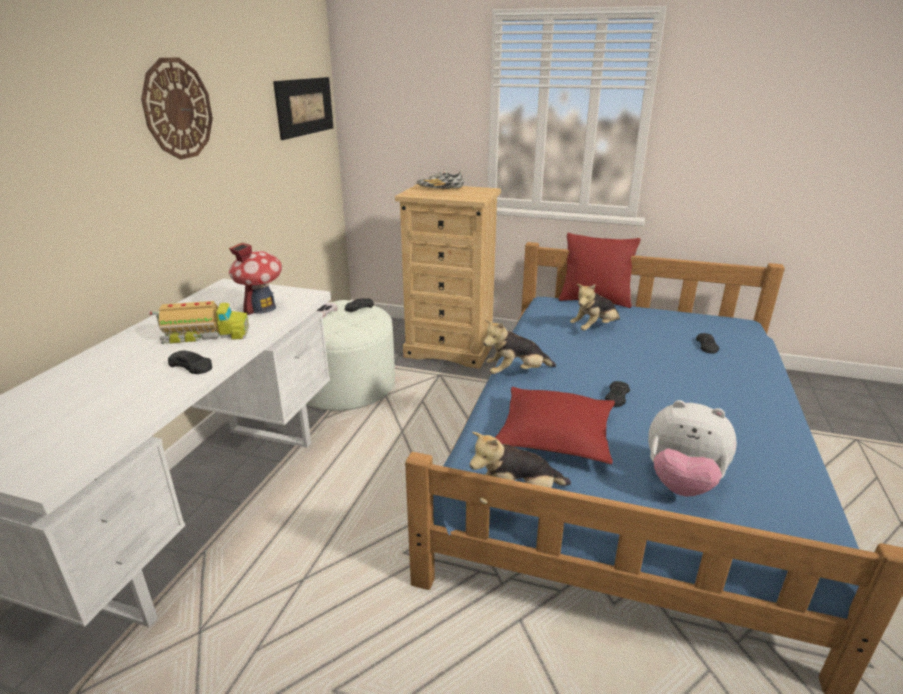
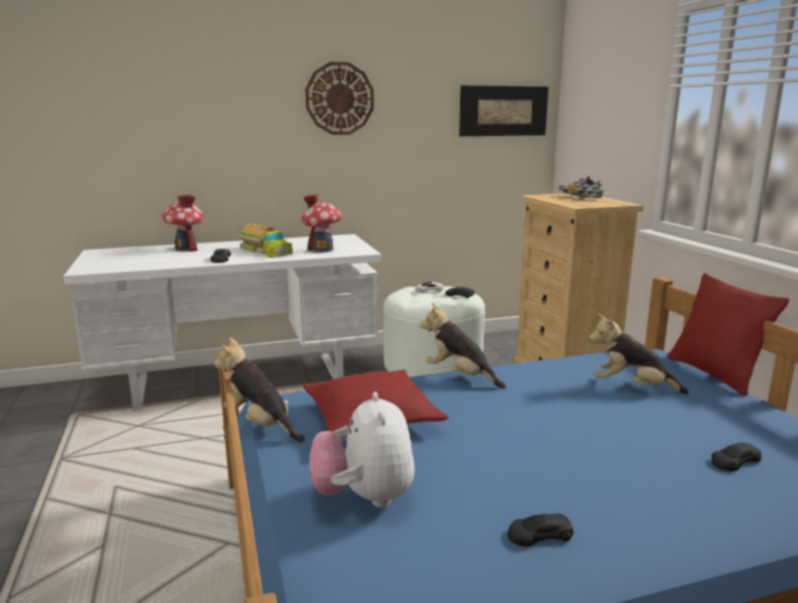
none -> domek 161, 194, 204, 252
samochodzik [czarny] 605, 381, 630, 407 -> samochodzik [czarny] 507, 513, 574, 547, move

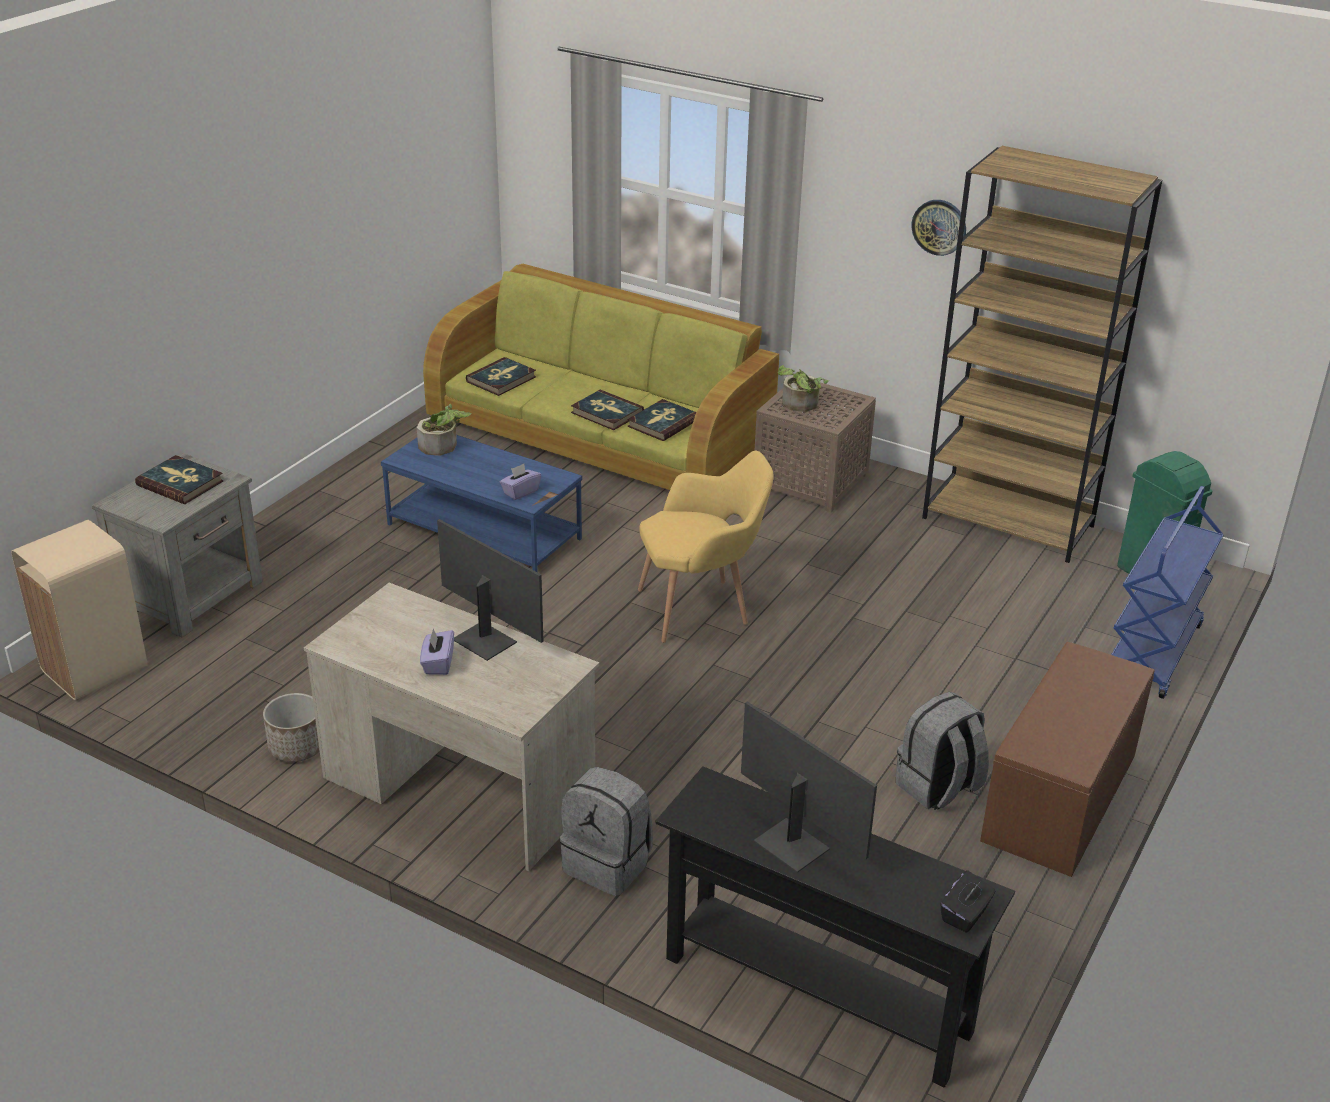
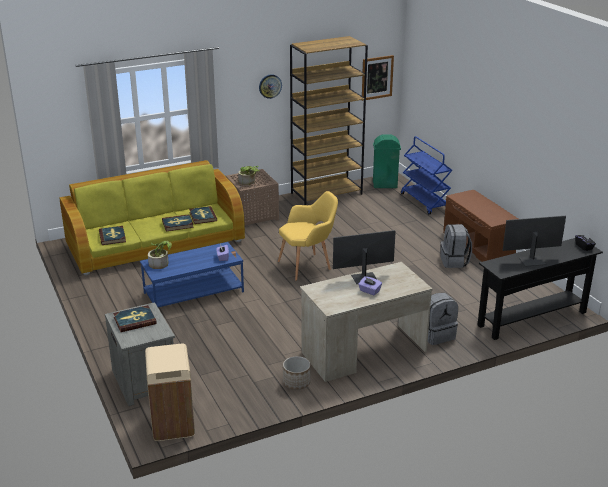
fotel [żółty] 638, 451, 774, 643 -> fotel [żółty] 278, 191, 338, 281, 45 degrees clockwise
none -> obraz 362, 55, 394, 101

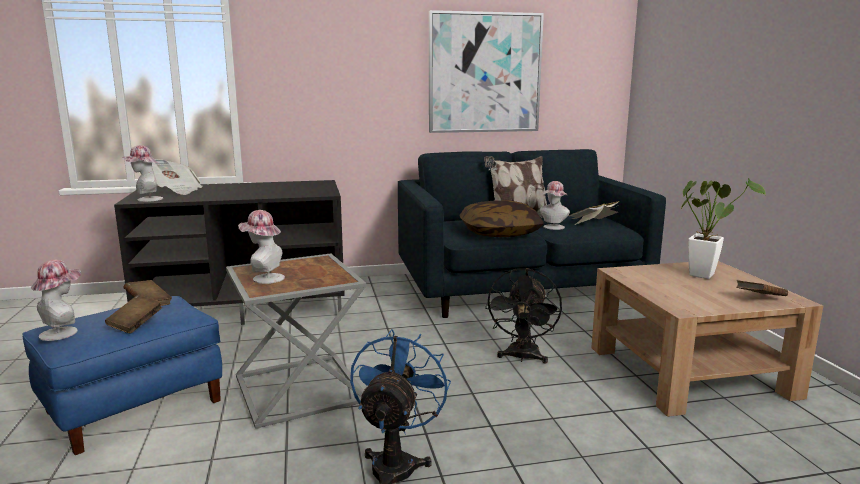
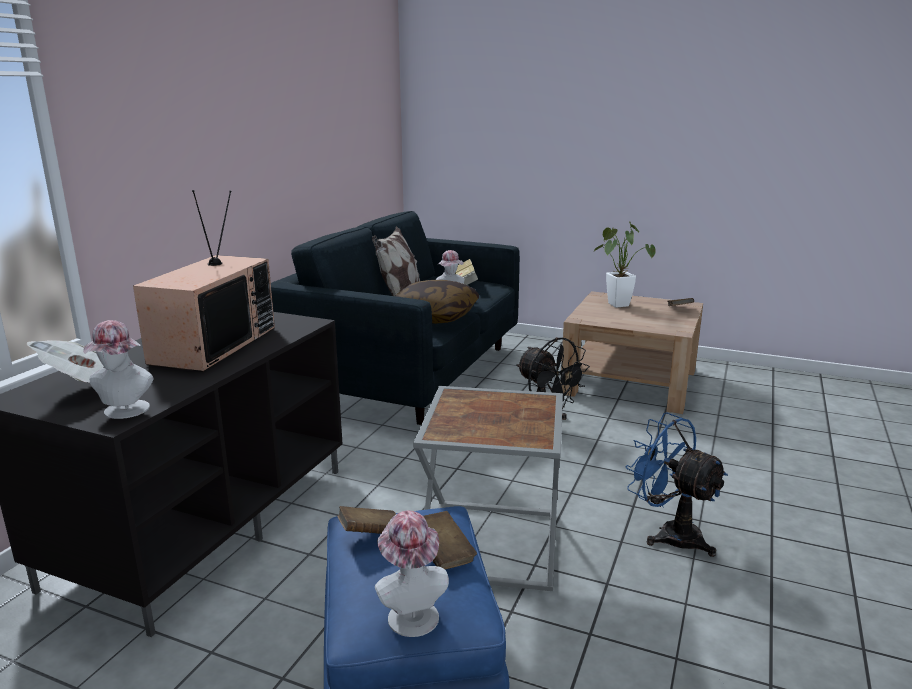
none -> telewizor 133, 190, 275, 372
kapelusz 238, 210, 285, 284 -> none
obraz 429, 10, 544, 133 -> none

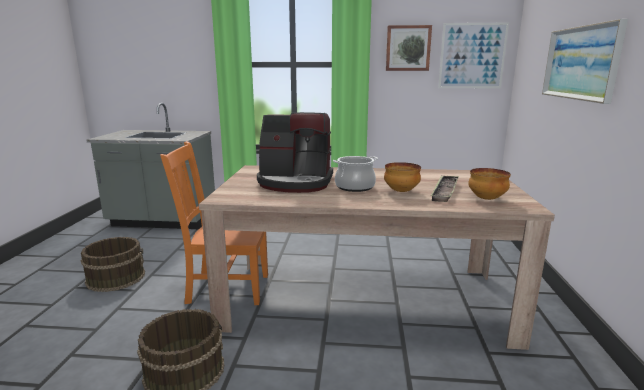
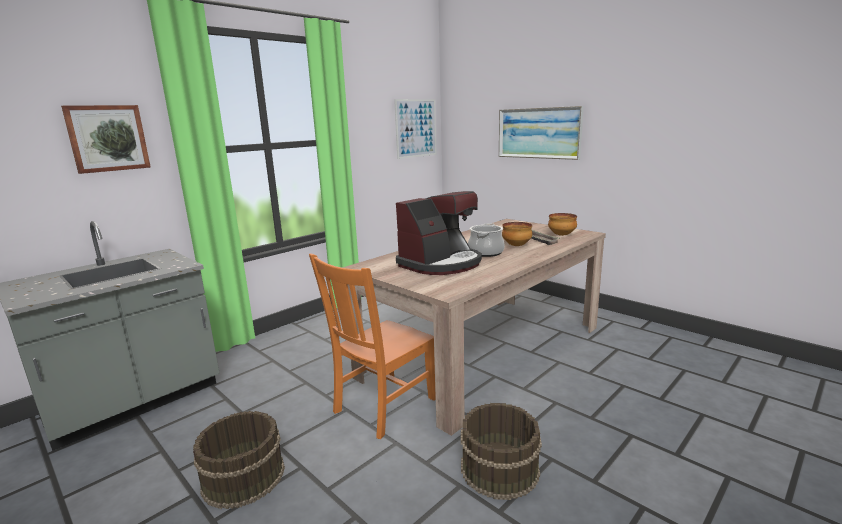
obraz 386, 25, 432, 71 -> obraz 61, 105, 151, 174, move

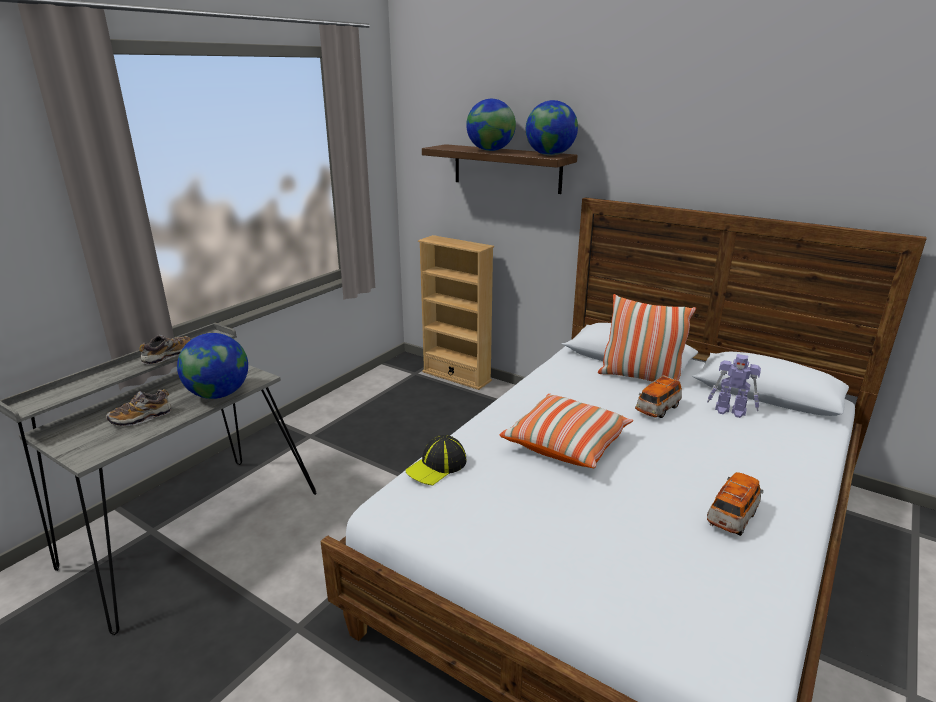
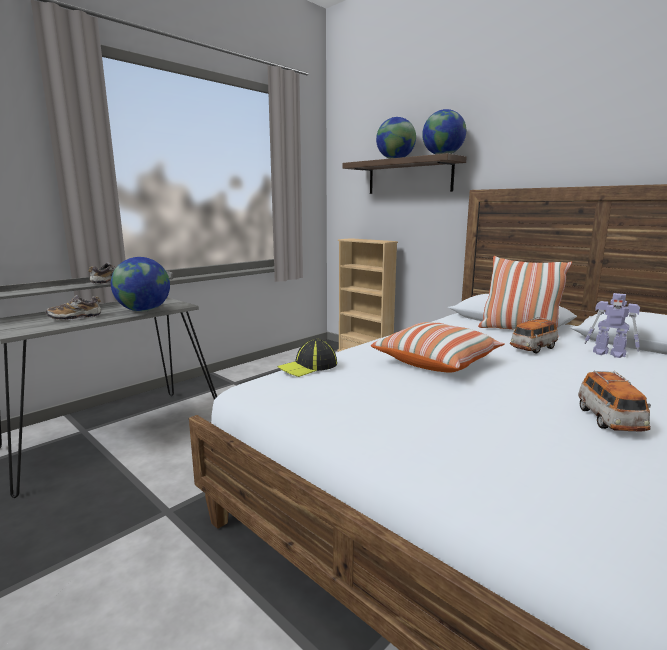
samochodzik 707, 472, 763, 536 -> samochodzik 578, 370, 651, 431, 135 degrees clockwise

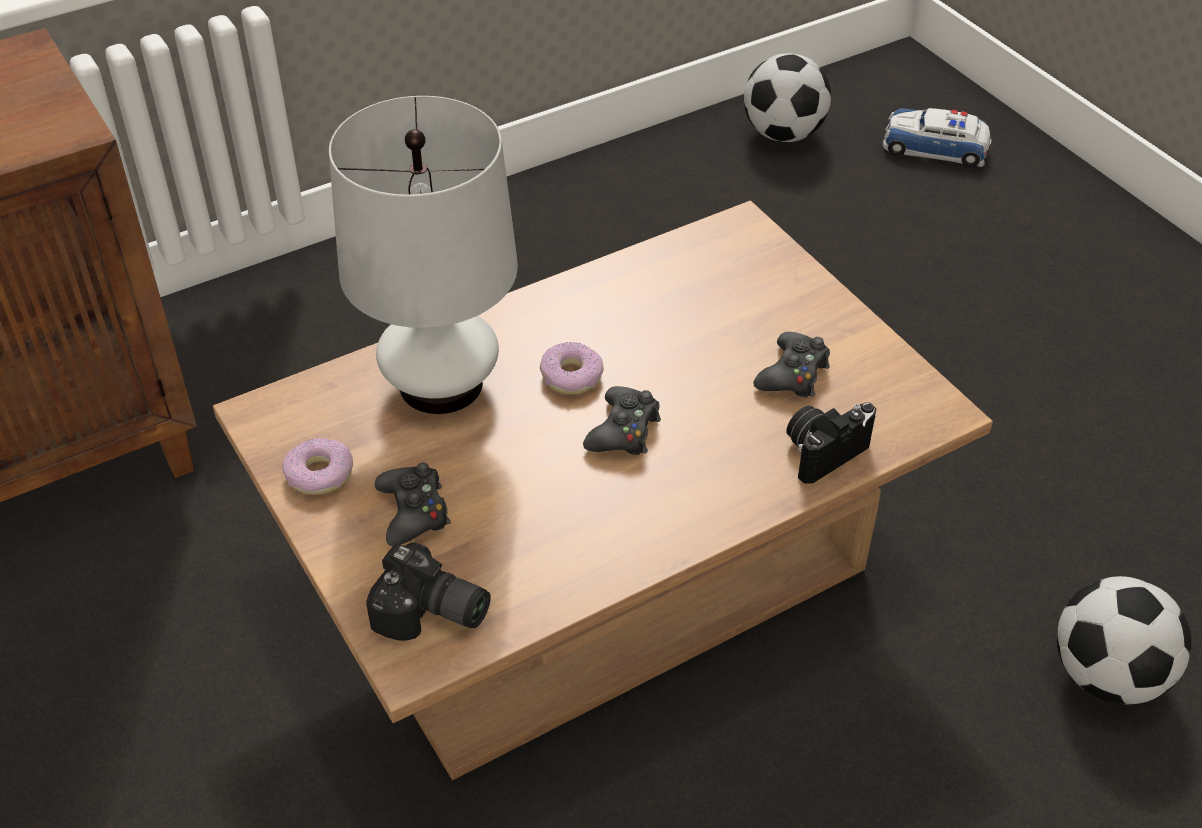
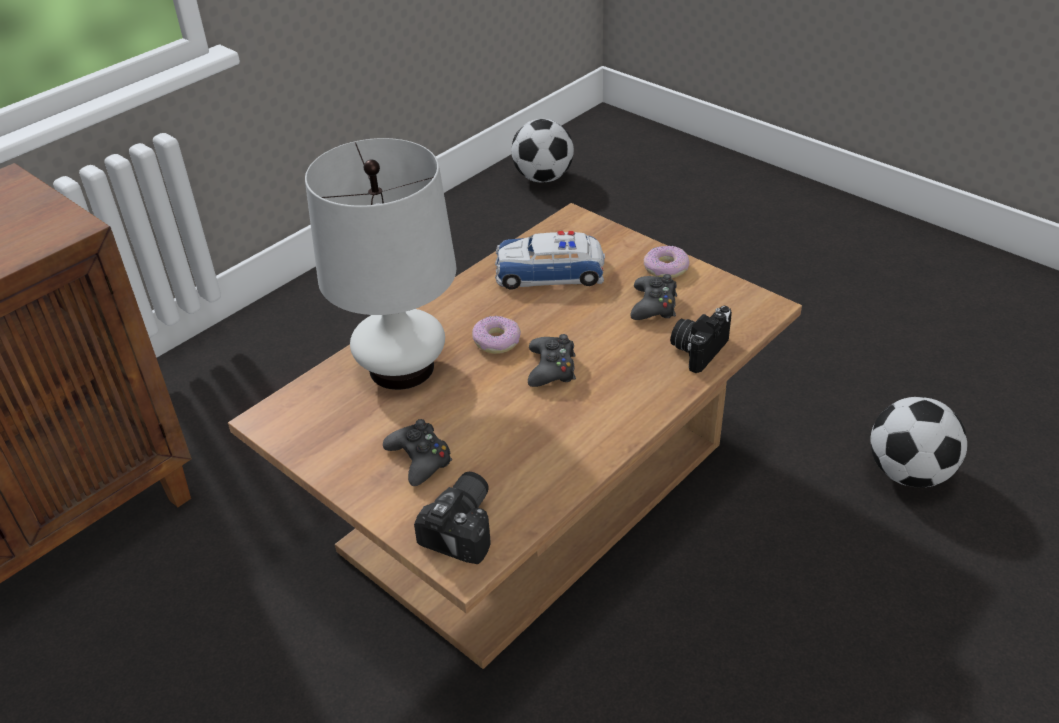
aparat fotograficzny 366, 542, 491, 641 -> aparat fotograficzny 414, 472, 491, 564, 75 degrees counterclockwise
samochodzik 883, 108, 992, 167 -> samochodzik 495, 231, 605, 290, move
donut 282, 438, 353, 495 -> donut 644, 246, 689, 278, move

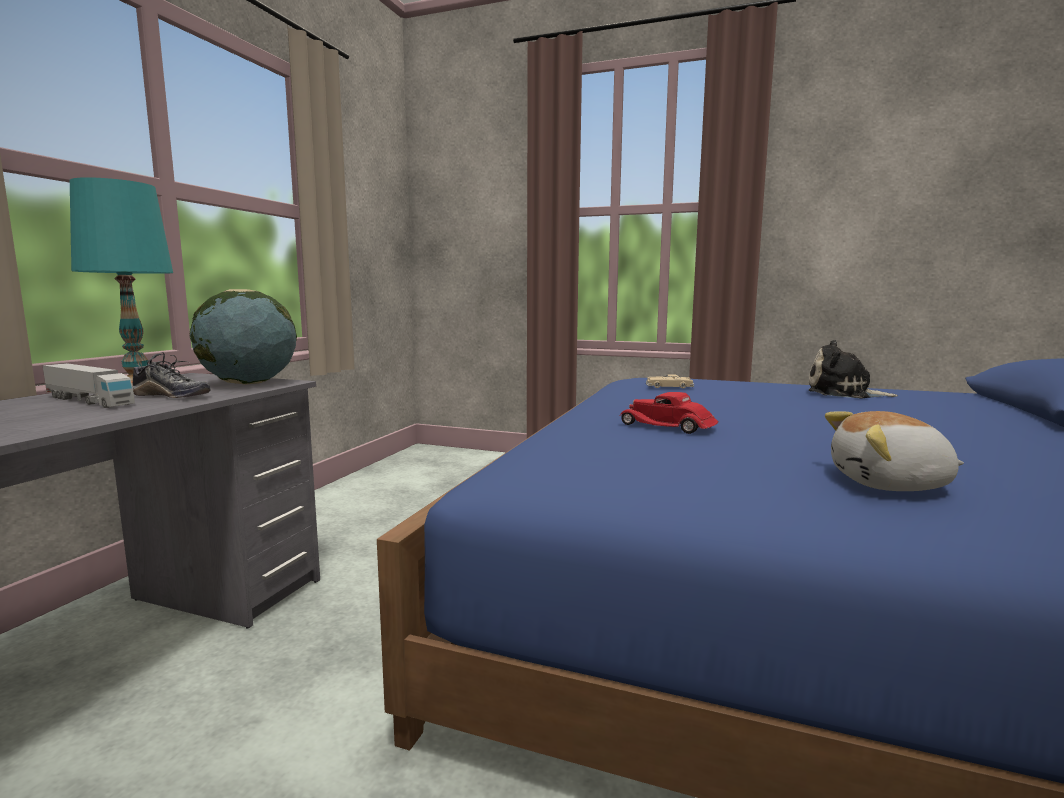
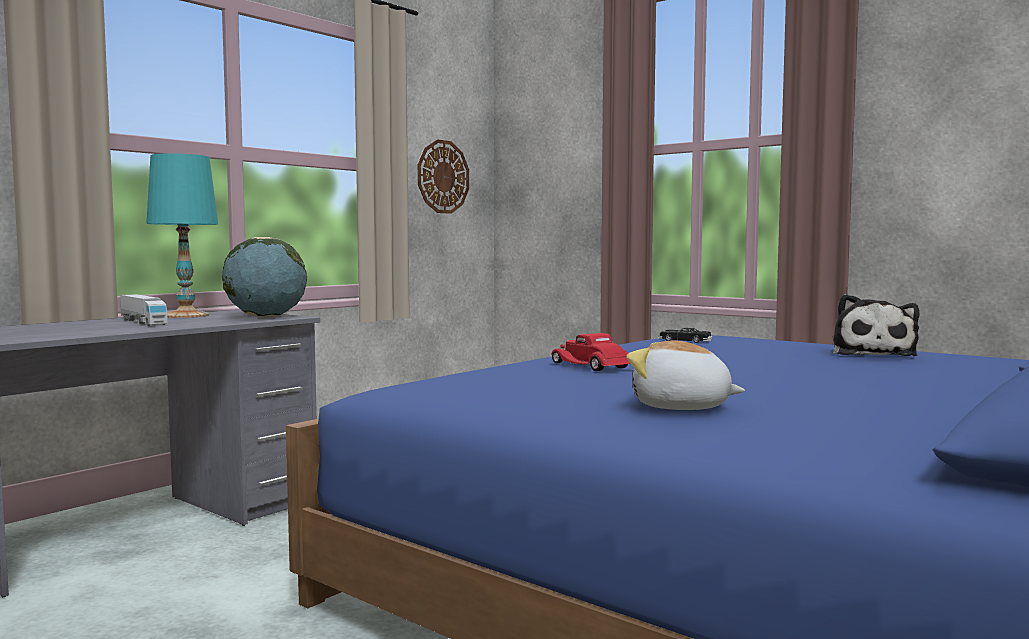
none -> zegar ścienny 418, 139, 469, 214
samochodzik [beżowy] 646, 374, 694, 388 -> samochodzik [czarny] 658, 328, 712, 343
pluszak 809, 340, 898, 398 -> pluszak 833, 294, 919, 356, 120 degrees counterclockwise
but 132, 352, 210, 398 -> none

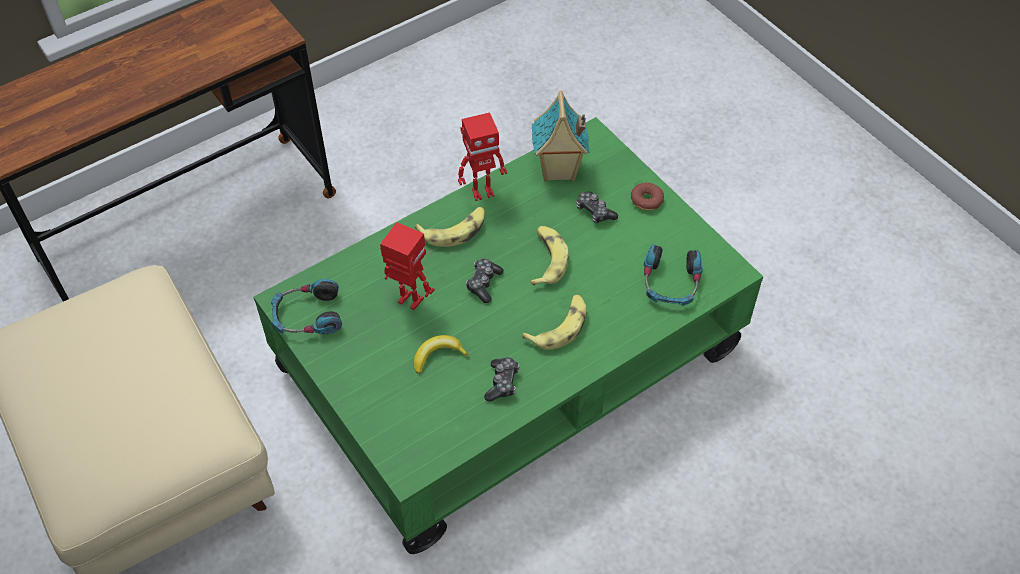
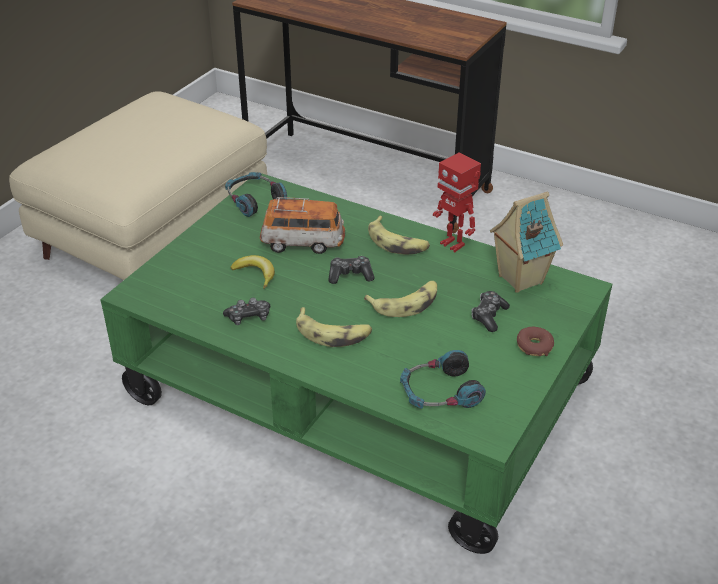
robot zabawkowy 380, 222, 434, 310 -> samochodzik 260, 197, 345, 254

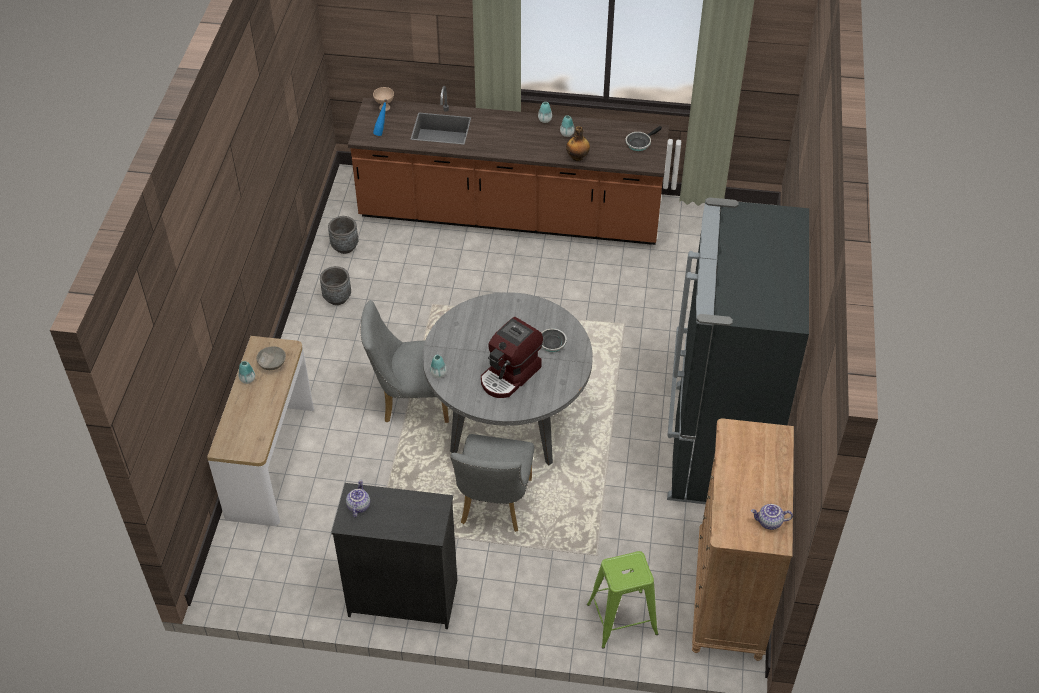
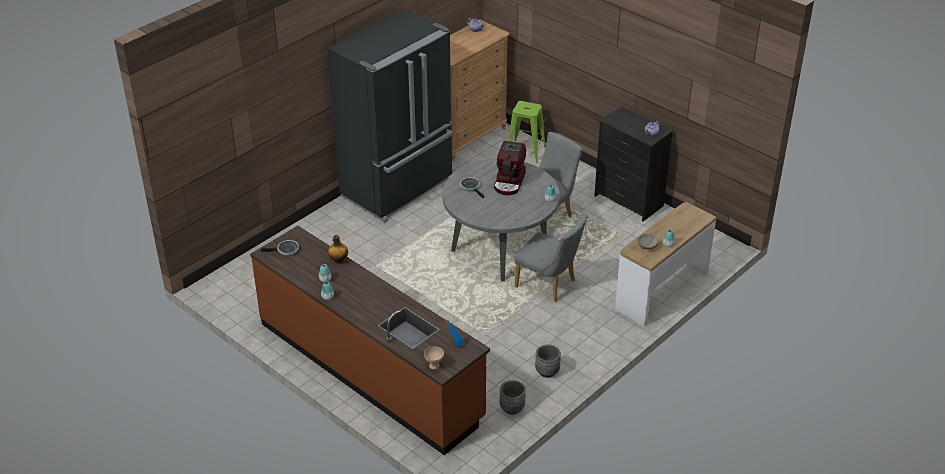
ekspres do kawy 481, 317, 543, 398 -> ekspres do kawy 494, 141, 526, 195, 120 degrees clockwise

